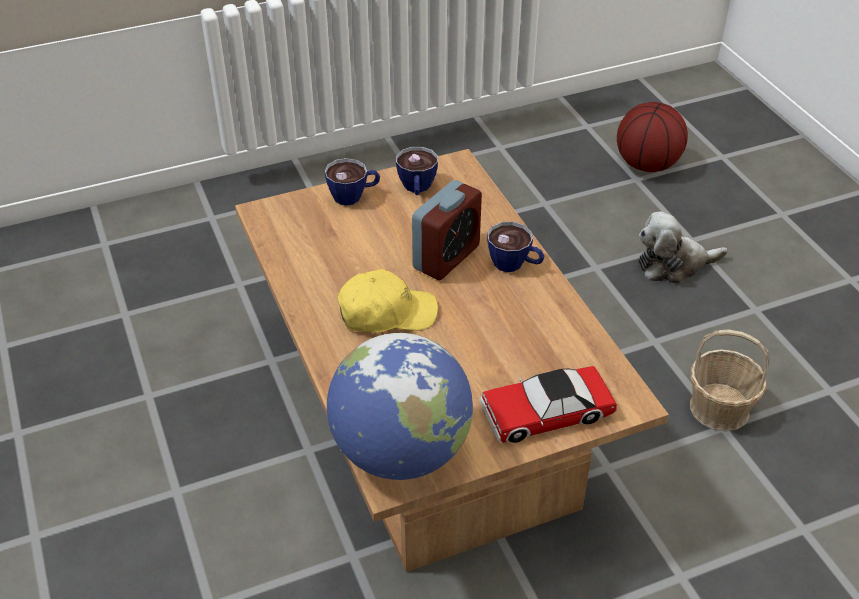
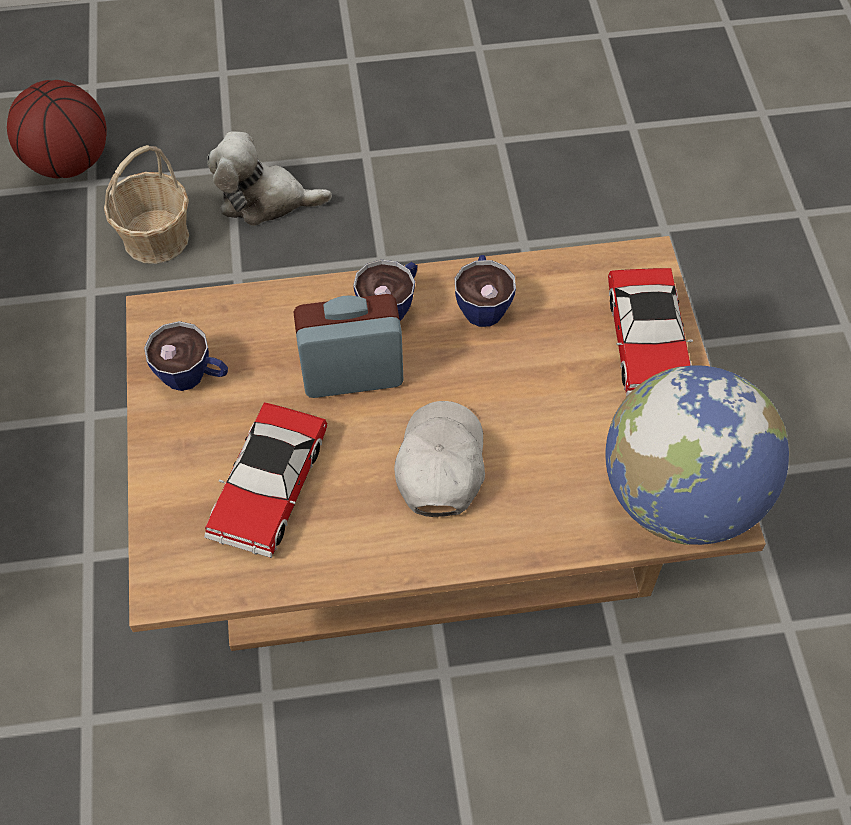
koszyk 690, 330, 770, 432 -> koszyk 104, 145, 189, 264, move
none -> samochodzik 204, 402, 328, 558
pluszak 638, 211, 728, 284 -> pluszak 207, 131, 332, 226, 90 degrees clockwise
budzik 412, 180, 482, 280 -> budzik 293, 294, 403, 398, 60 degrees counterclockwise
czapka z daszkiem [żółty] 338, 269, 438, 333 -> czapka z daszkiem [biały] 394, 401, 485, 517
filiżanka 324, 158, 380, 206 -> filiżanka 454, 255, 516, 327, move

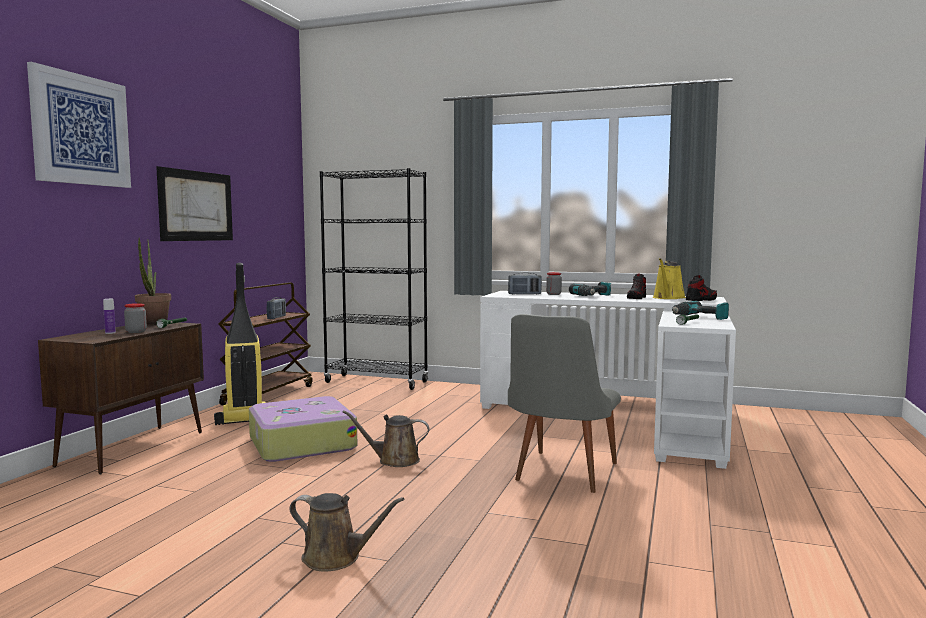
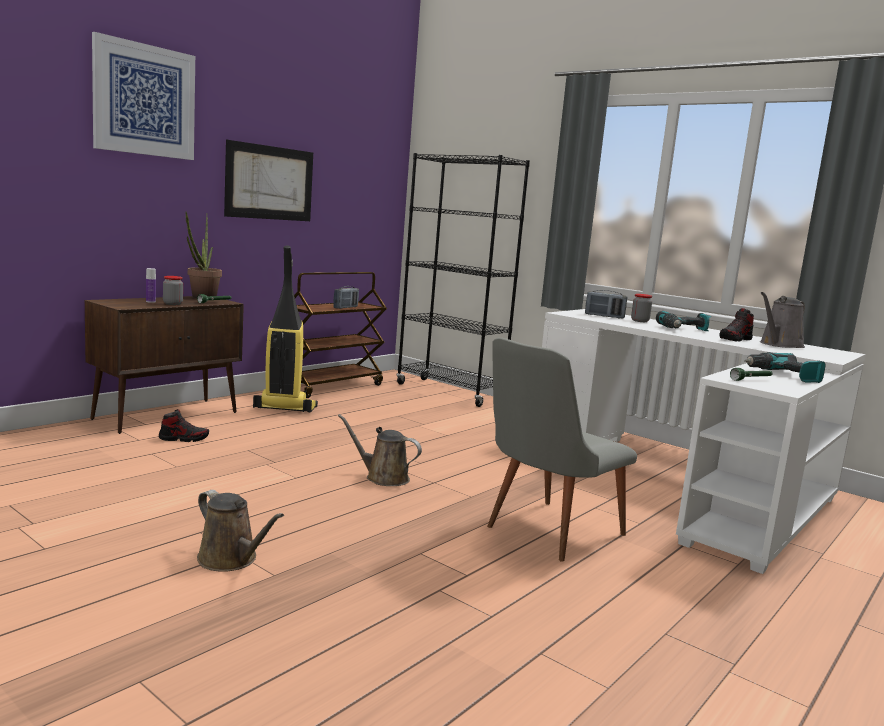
but 686, 275, 717, 301 -> but 159, 409, 209, 442, move
konewka [żółty] 653, 258, 686, 299 -> konewka [szary] 760, 292, 805, 348
walizka 249, 396, 357, 462 -> none

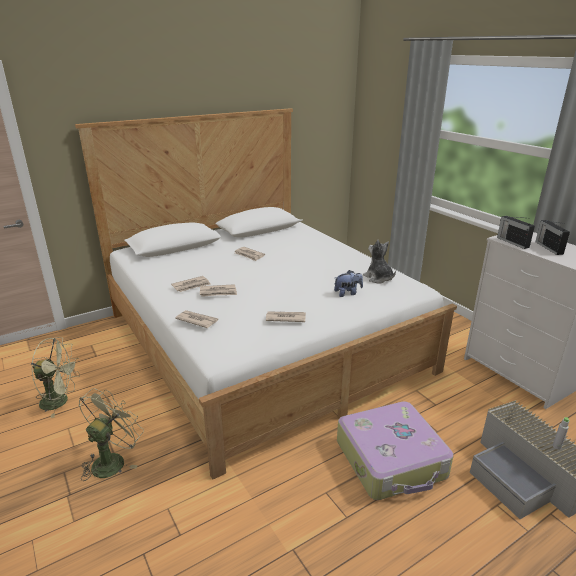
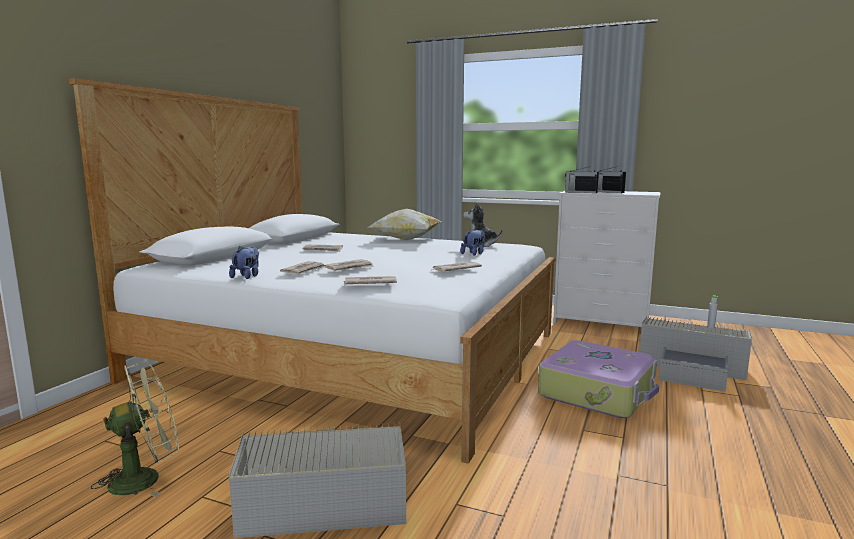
none -> pluszak 229, 246, 259, 279
wentylator [zielony] 79, 388, 144, 481 -> pojemnik do przechowywania [szary] 229, 423, 406, 538
none -> poduszka 368, 209, 441, 240

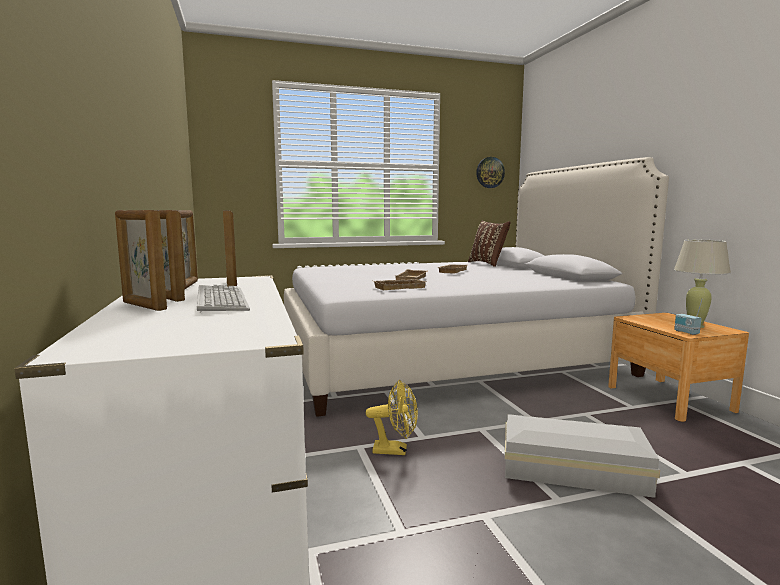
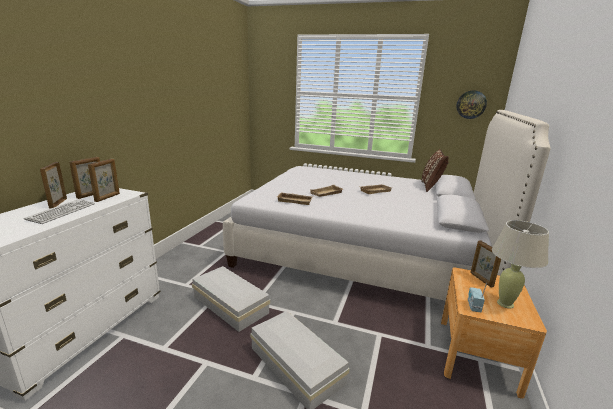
wentylator [żółty] 366, 380, 418, 455 -> pojemnik do przechowywania [biały] 192, 266, 270, 332
ramka na zdjęcie 115, 210, 167, 311 -> ramka na zdjęcie 470, 240, 501, 287, move

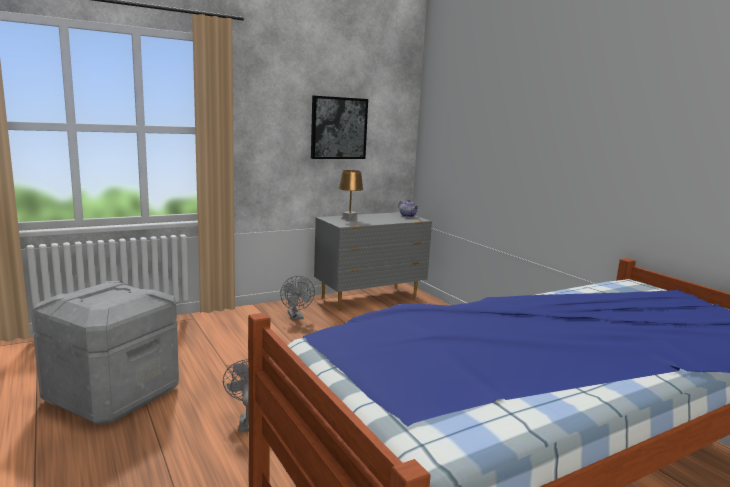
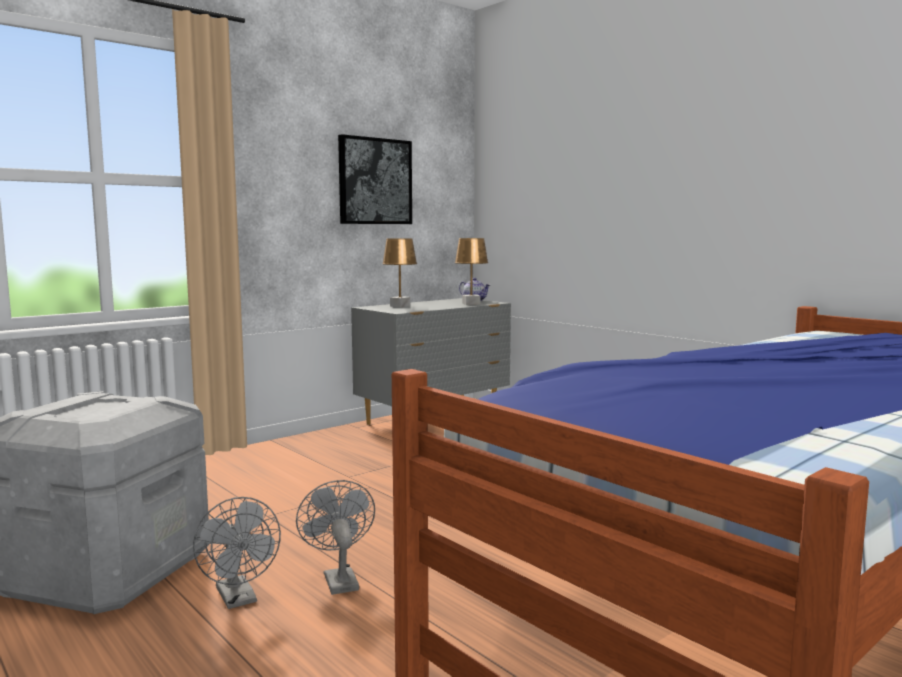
wentylator [szary] 280, 276, 315, 320 -> wentylator [szary] 193, 497, 281, 609, move
none -> lampa stołowa [brązowy] 455, 238, 488, 305

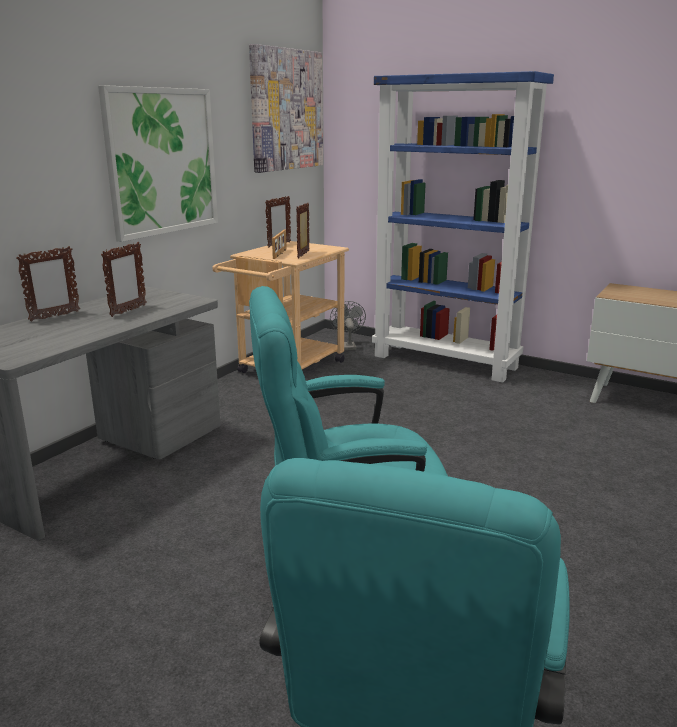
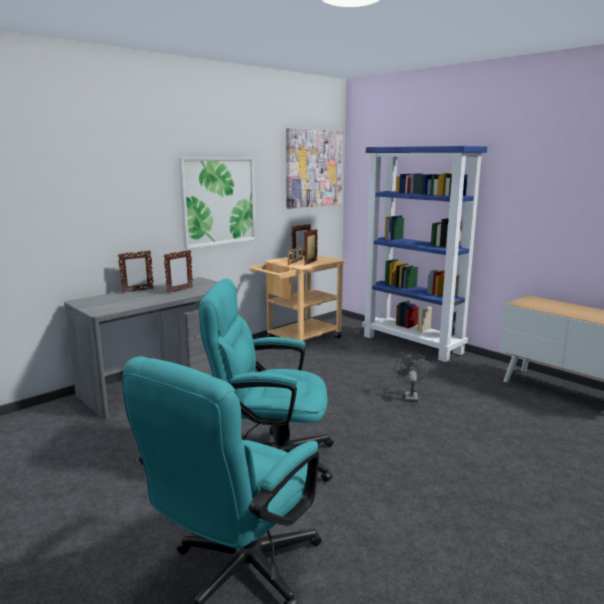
wentylator [szary] 330, 301, 366, 350 -> wentylator [szary] 394, 354, 430, 402, move

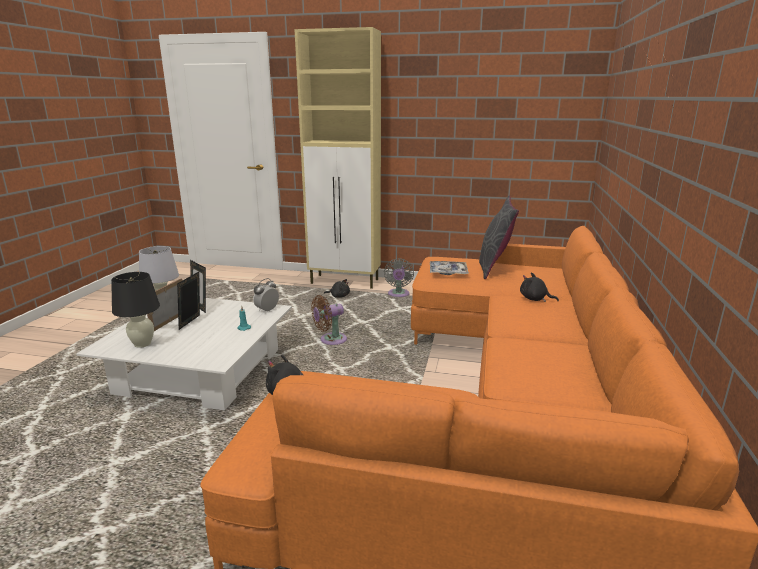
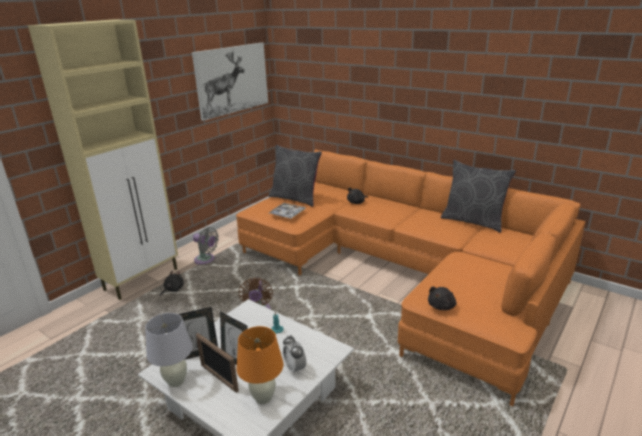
none -> obraz 192, 43, 268, 121
lampa stołowa [czarny] 111, 272, 160, 348 -> lampa stołowa [pomarańczowy] 236, 326, 284, 404
budzik 253, 278, 279, 312 -> budzik 283, 335, 306, 375, move
none -> poduszka [szary] 441, 160, 516, 233

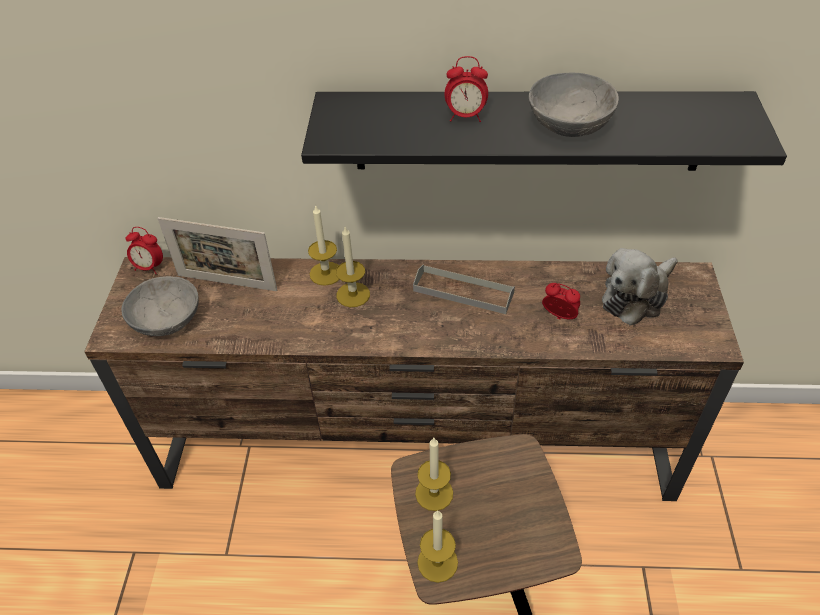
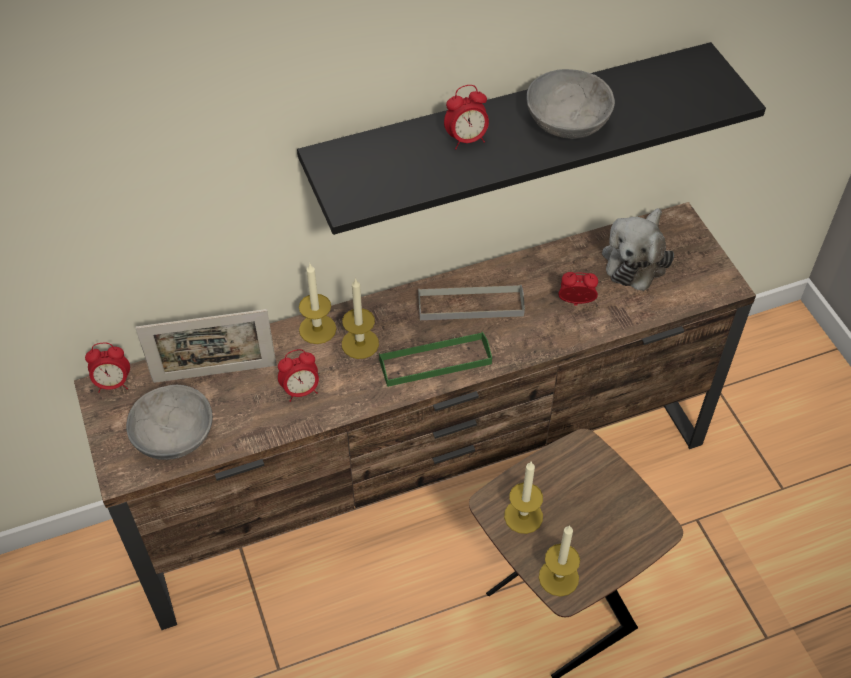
none -> budzik 278, 349, 319, 402
none -> taca [zielony] 379, 332, 492, 387

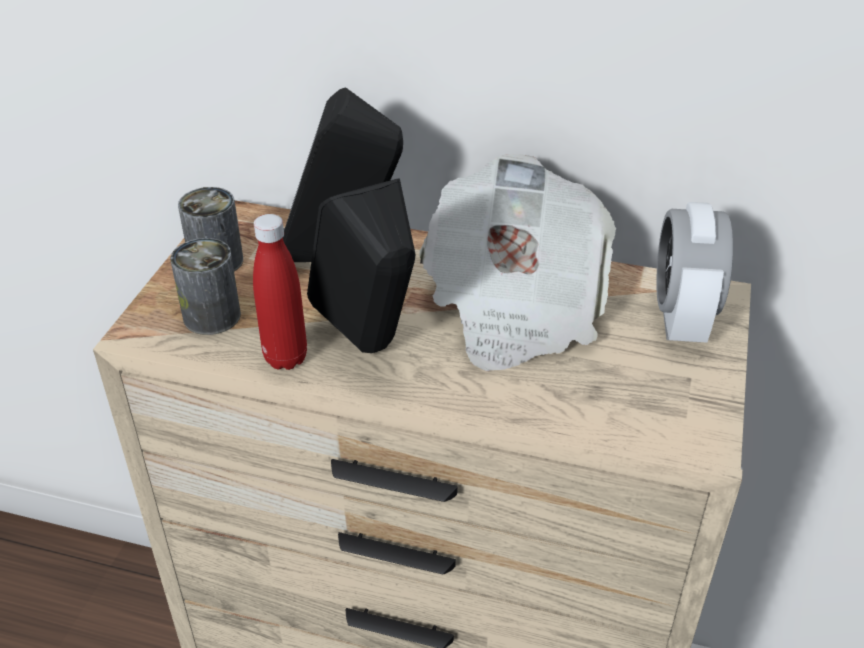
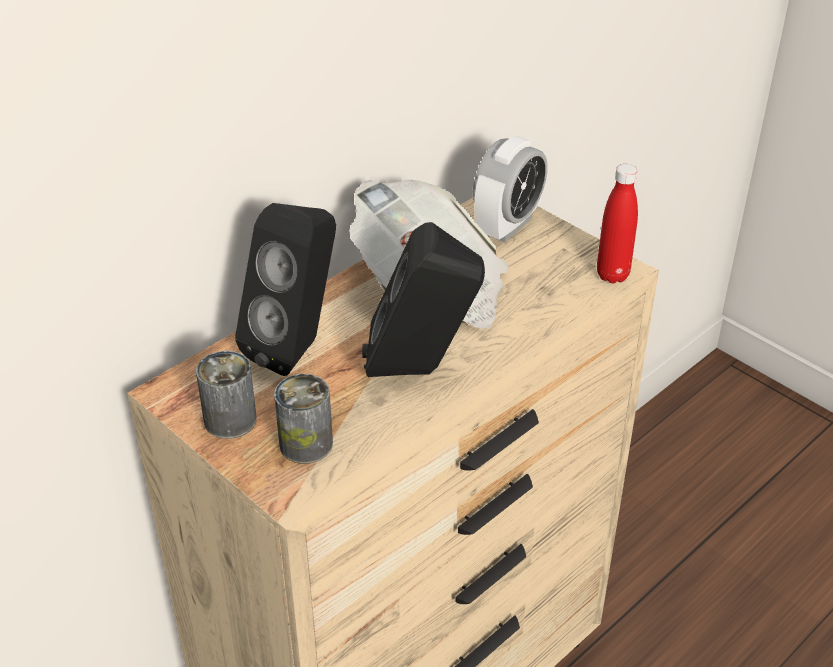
budzik 656, 202, 733, 343 -> budzik 473, 136, 548, 242, 90 degrees counterclockwise
butelka [czerwony] 253, 214, 307, 370 -> butelka [czerwony] 597, 164, 638, 283, move

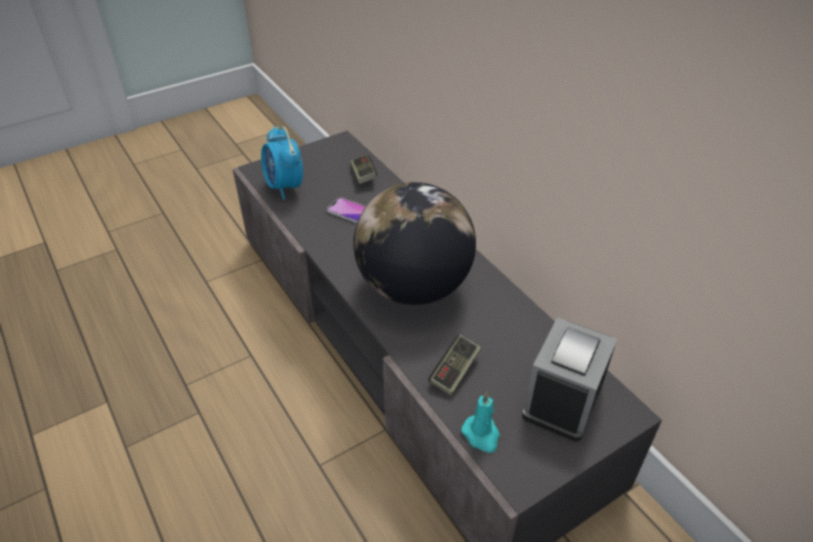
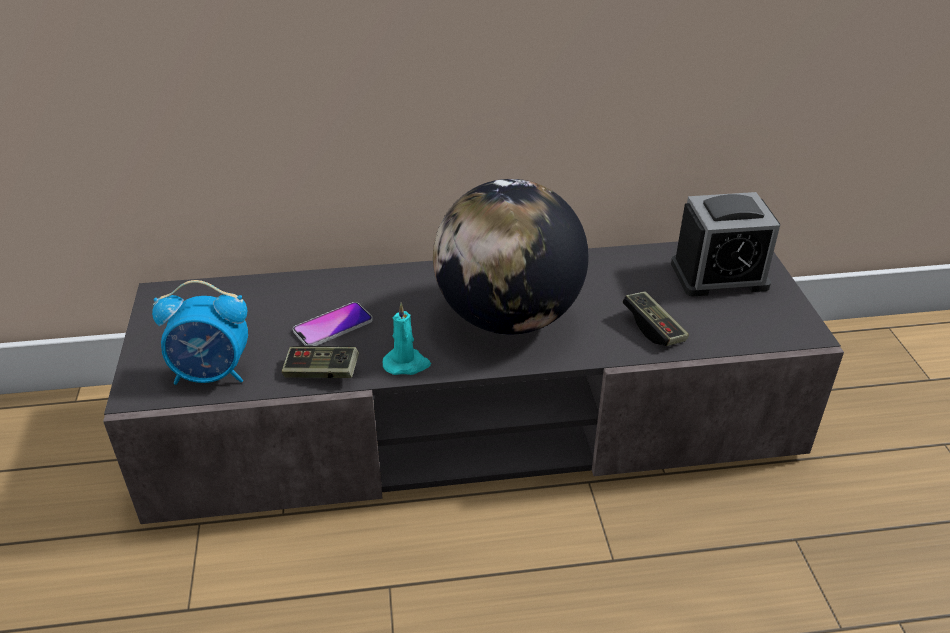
pad do gier 350, 154, 377, 184 -> pad do gier 282, 346, 359, 378, move
świeca [turkusowy] 462, 391, 500, 453 -> świeca [turkusowy] 383, 303, 431, 375, move
budzik 522, 317, 617, 442 -> budzik 671, 192, 780, 297, 60 degrees counterclockwise

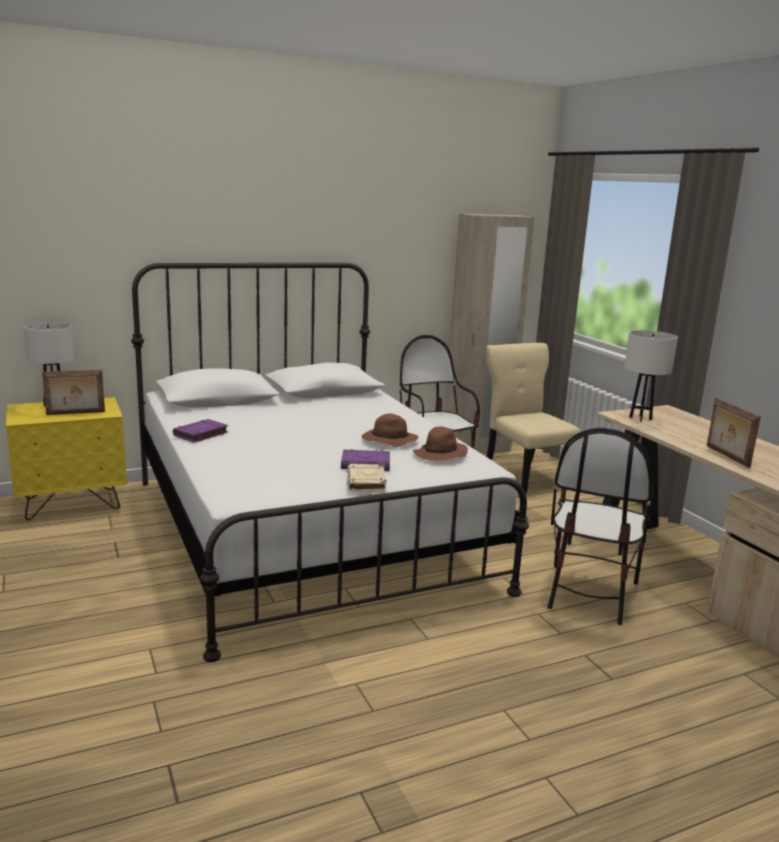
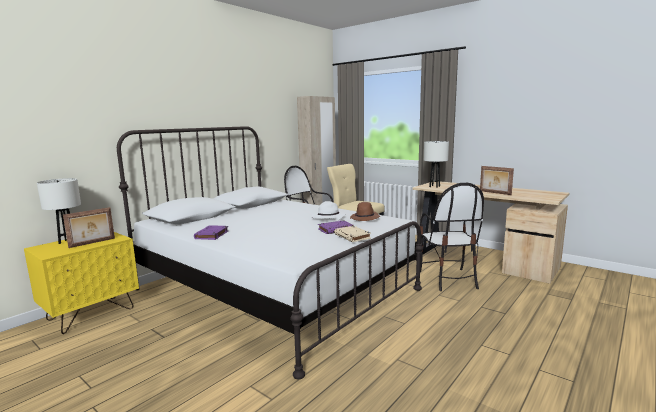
kapelusz [brązowy] 362, 413, 419, 447 -> kapelusz [biały] 312, 201, 345, 219

